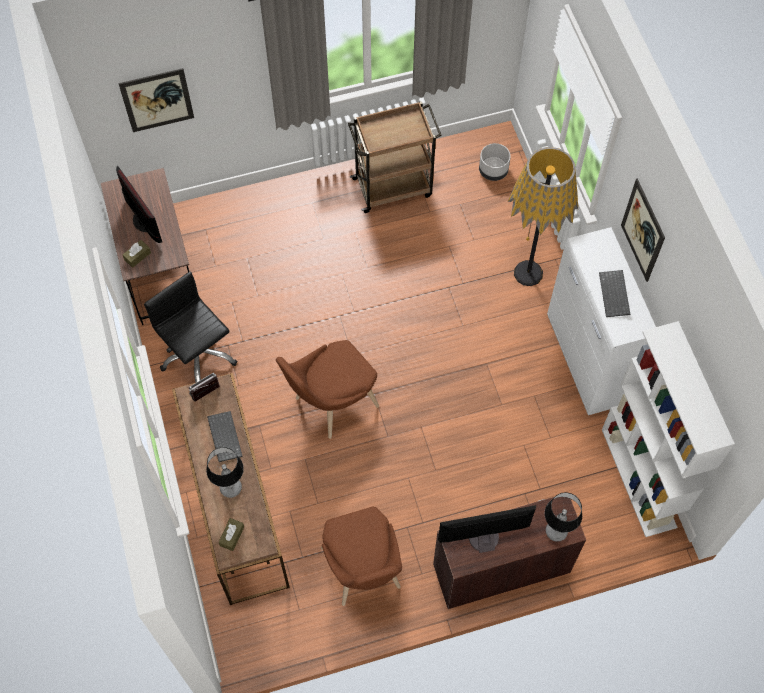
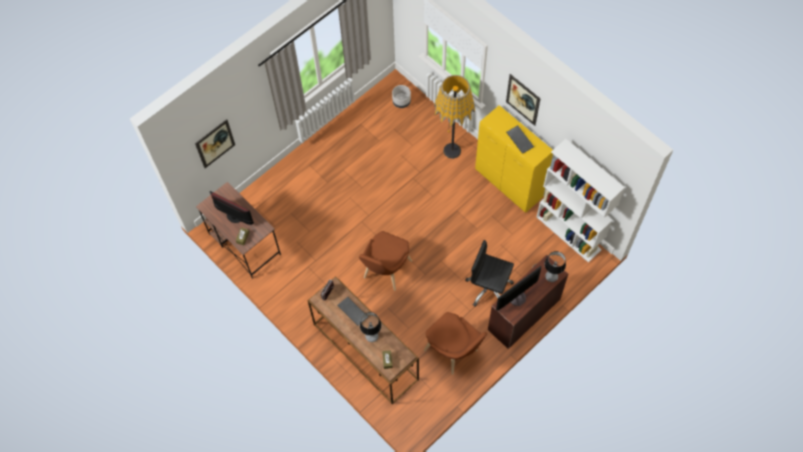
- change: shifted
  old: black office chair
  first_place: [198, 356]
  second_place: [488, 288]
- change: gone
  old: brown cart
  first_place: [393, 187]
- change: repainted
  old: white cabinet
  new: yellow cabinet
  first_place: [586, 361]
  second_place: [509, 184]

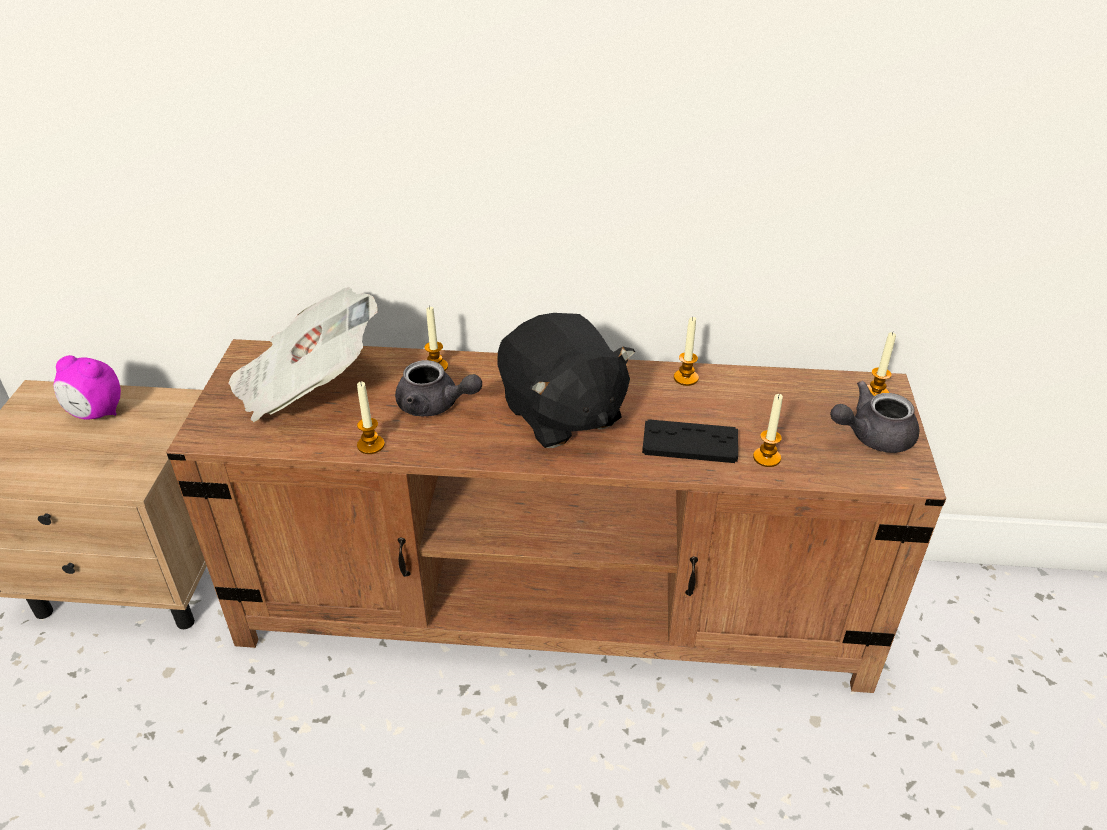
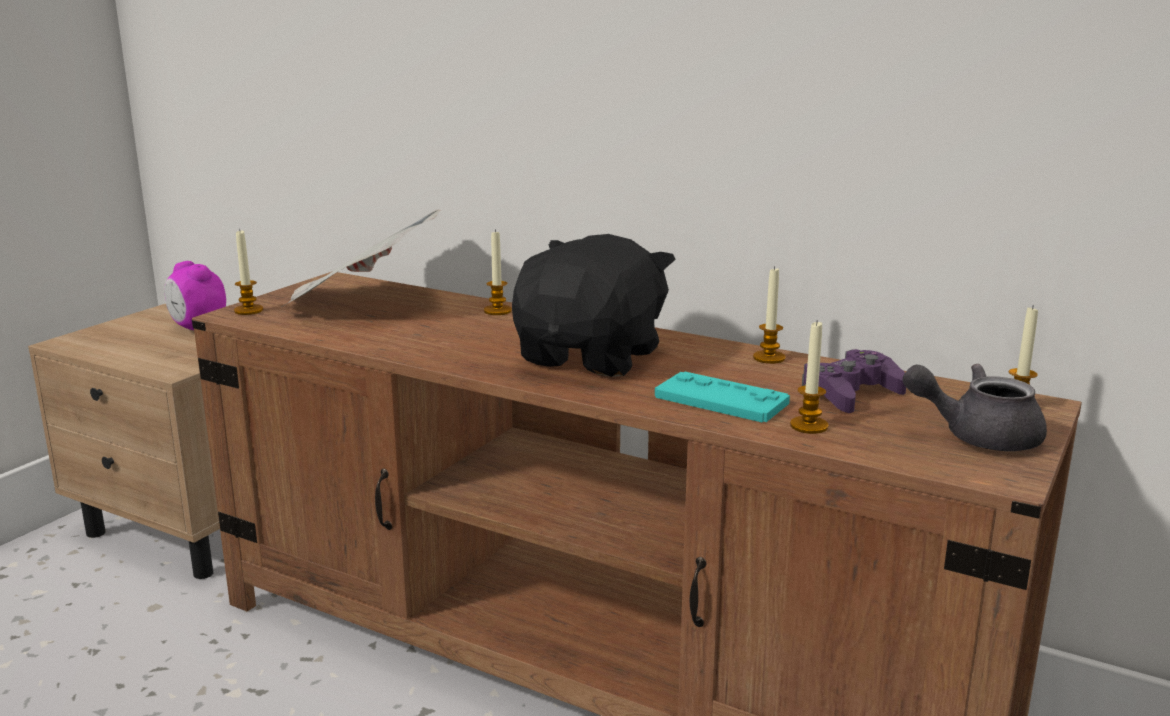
- change: shifted
  old: candle
  first_place: [371, 445]
  second_place: [248, 310]
- change: gone
  old: grey teapot
  first_place: [435, 405]
- change: rotated
  old: black plush toy
  first_place: [561, 414]
  second_place: [592, 357]
  degrees: -150
- change: repainted
  old: black game controller
  new: turquoise game controller
  first_place: [690, 443]
  second_place: [721, 399]
- change: new
  new: purple game controller
  second_place: [851, 393]

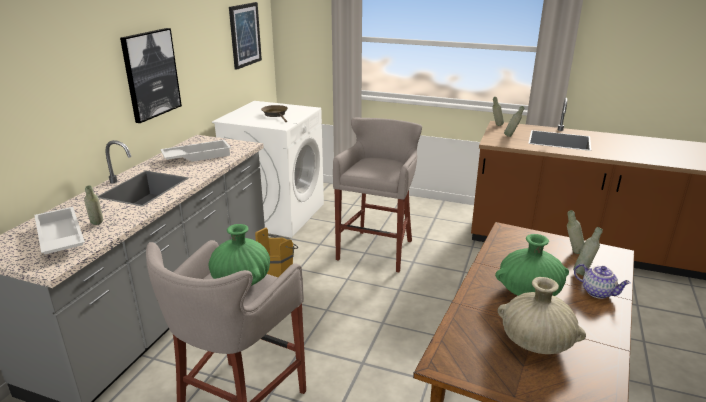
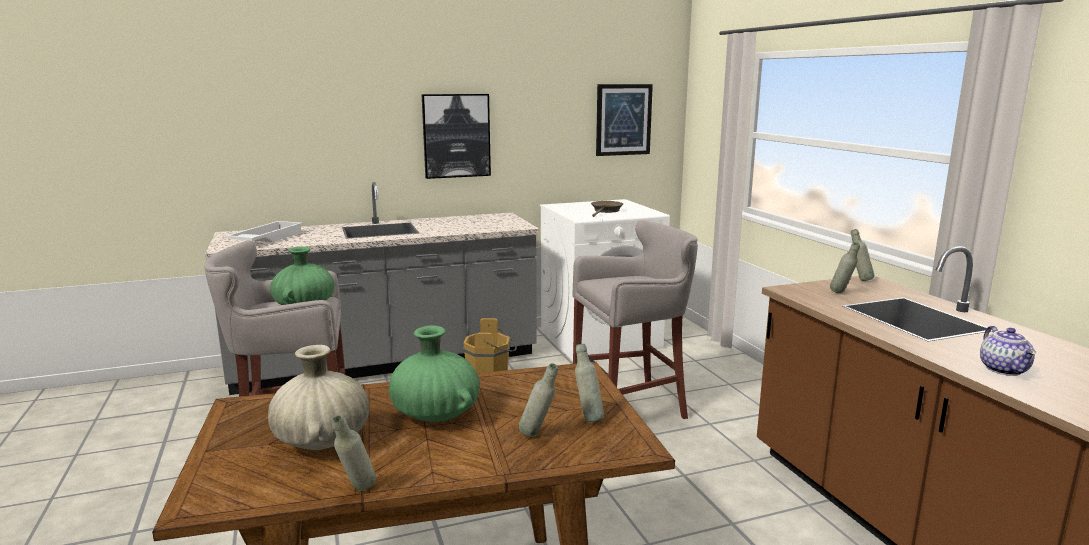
- change: shifted
  old: grey bottle
  first_place: [97, 225]
  second_place: [357, 492]
- change: gone
  old: white tray
  first_place: [197, 156]
- change: shifted
  old: teapot
  first_place: [598, 292]
  second_place: [1005, 370]

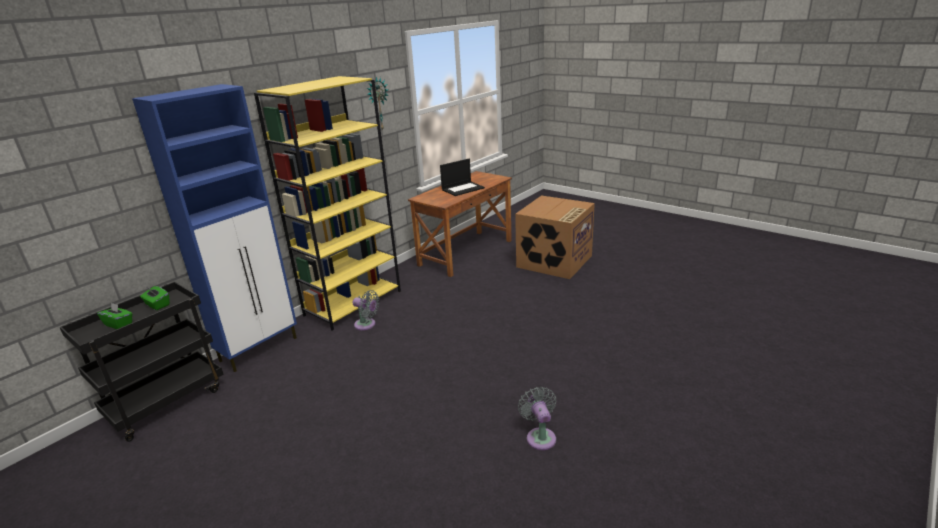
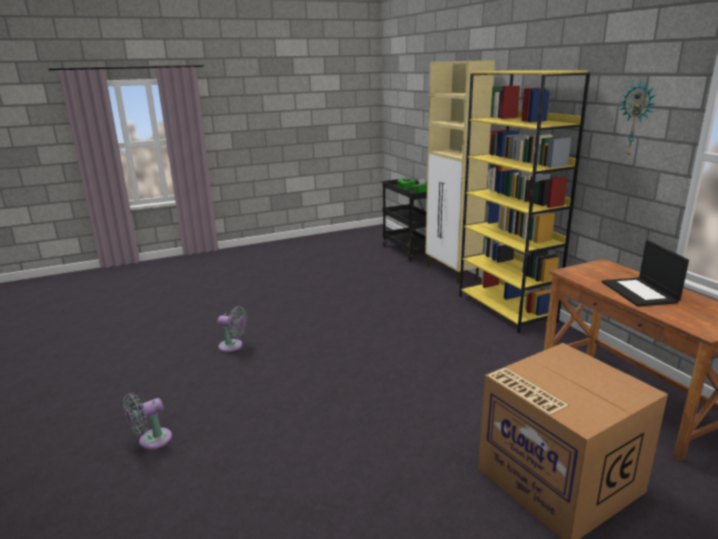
- change: repainted
  old: blue cabinet
  new: beige cabinet
  first_place: [260, 349]
  second_place: [452, 272]
- change: shifted
  old: grey fan
  first_place: [367, 325]
  second_place: [151, 440]

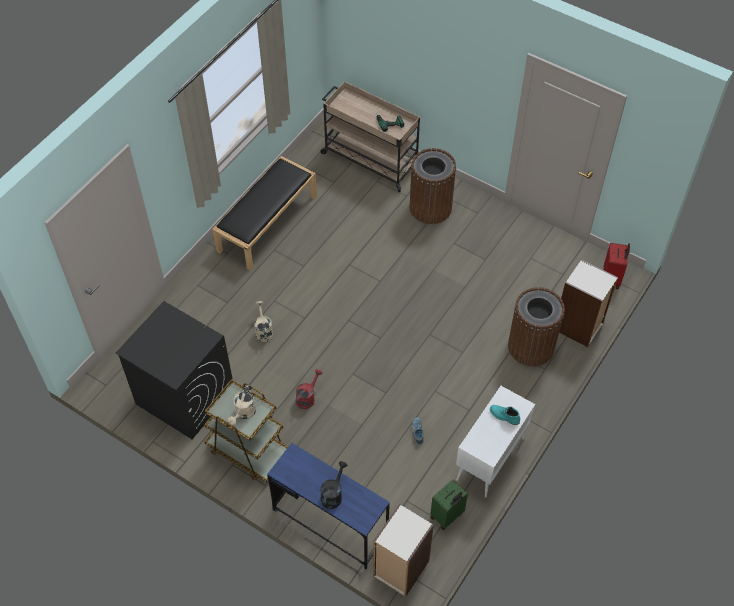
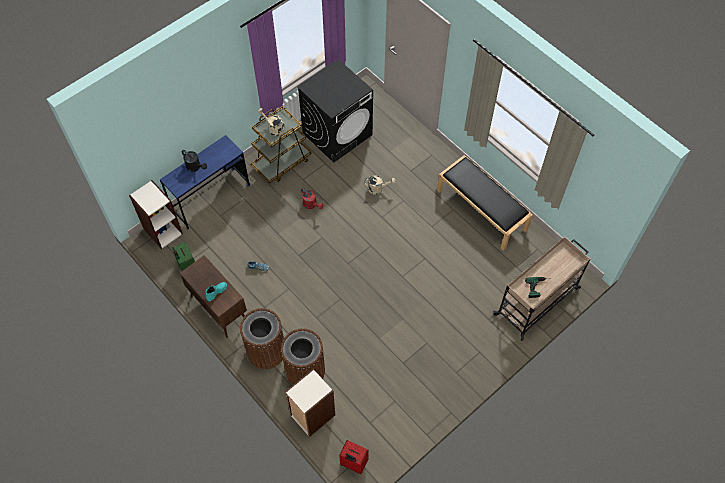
- change: shifted
  old: brown trash can
  first_place: [430, 207]
  second_place: [266, 350]
- change: repainted
  old: white cabinet
  new: brown cabinet
  first_place: [490, 459]
  second_place: [218, 309]

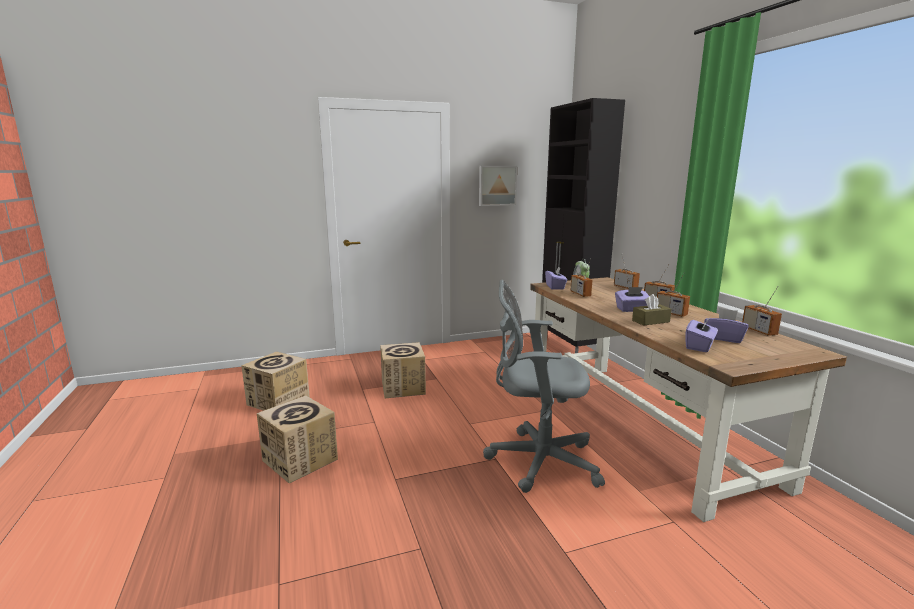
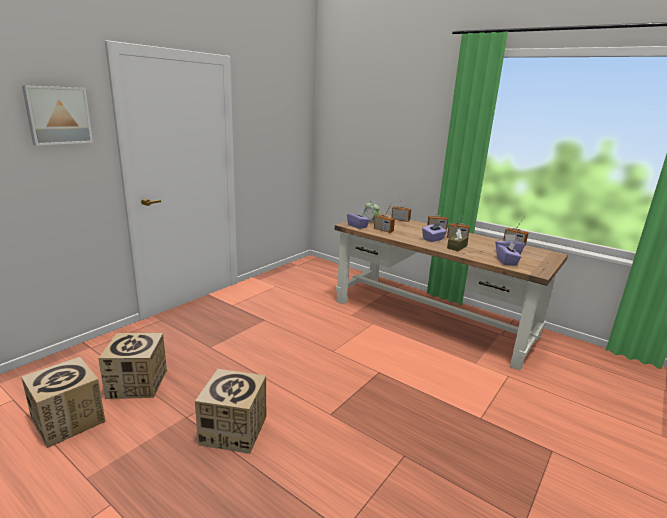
- change: shifted
  old: cardboard box
  first_place: [403, 387]
  second_place: [68, 420]
- change: shifted
  old: picture
  first_place: [497, 185]
  second_place: [58, 115]
- change: gone
  old: grey office chair
  first_place: [537, 460]
- change: gone
  old: black cabinet
  first_place: [569, 348]

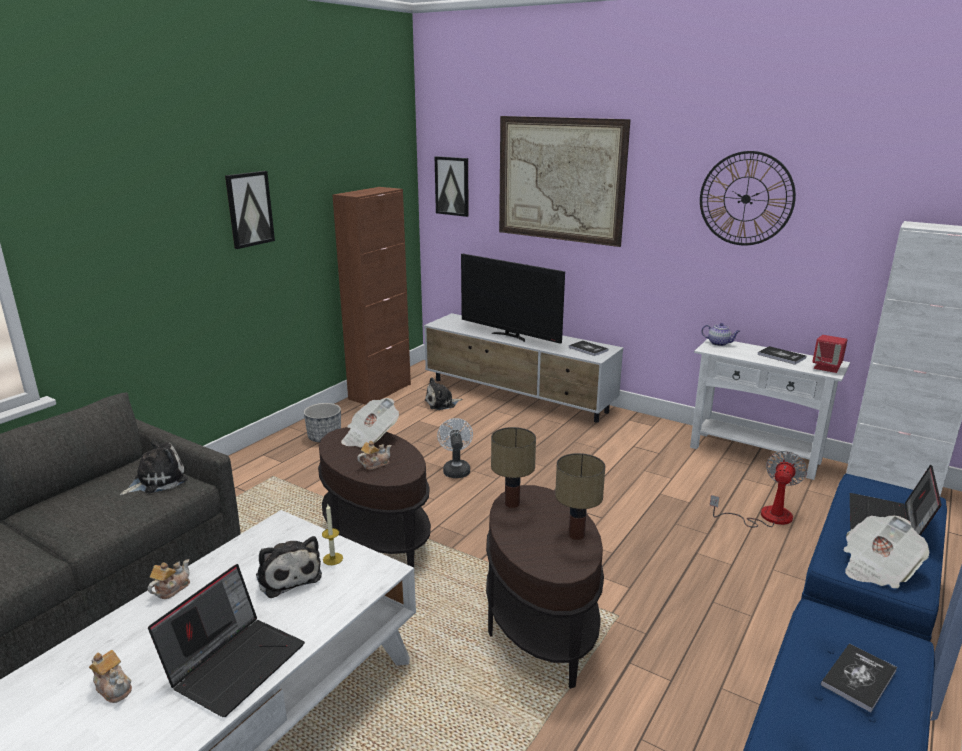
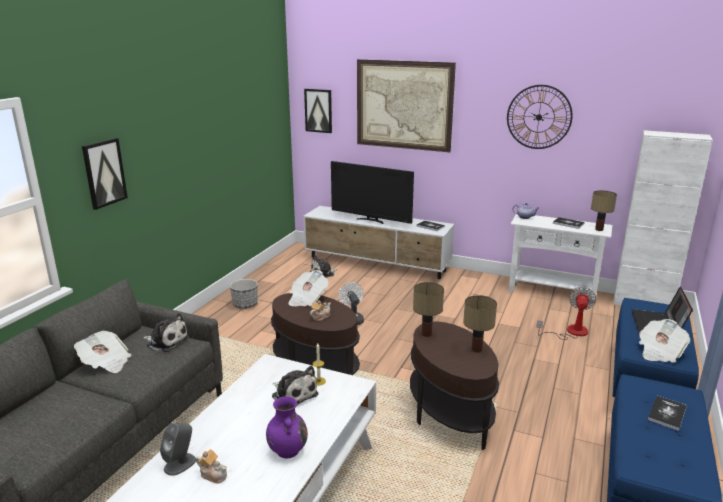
- change: rotated
  old: plush toy
  first_place: [157, 480]
  second_place: [166, 341]
  degrees: 75
- change: gone
  old: teapot
  first_place: [171, 589]
- change: swapped
  old: laptop
  new: purple vase
  first_place: [235, 662]
  second_place: [287, 450]
- change: shifted
  old: picture
  first_place: [249, 209]
  second_place: [104, 173]
- change: gone
  old: brown cabinet
  first_place: [380, 392]
- change: swapped
  old: red speaker
  new: table lamp
  first_place: [827, 367]
  second_place: [599, 229]
- change: new
  new: newspaper
  second_place: [105, 363]
- change: new
  new: grey speaker
  second_place: [180, 464]

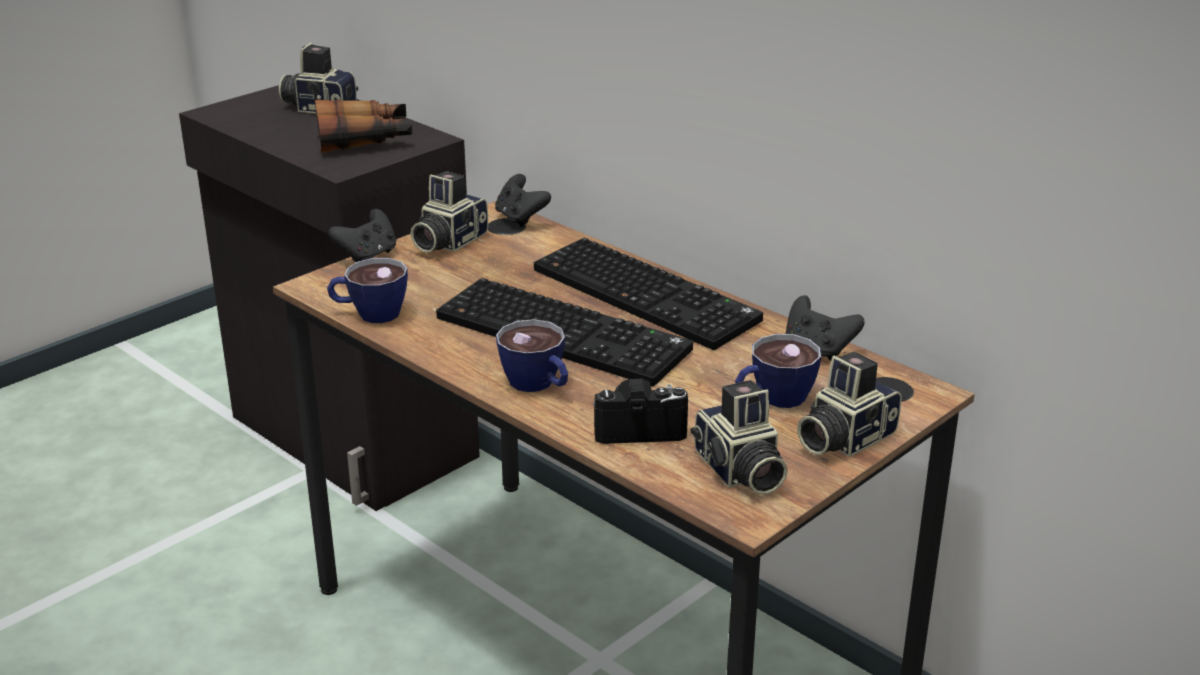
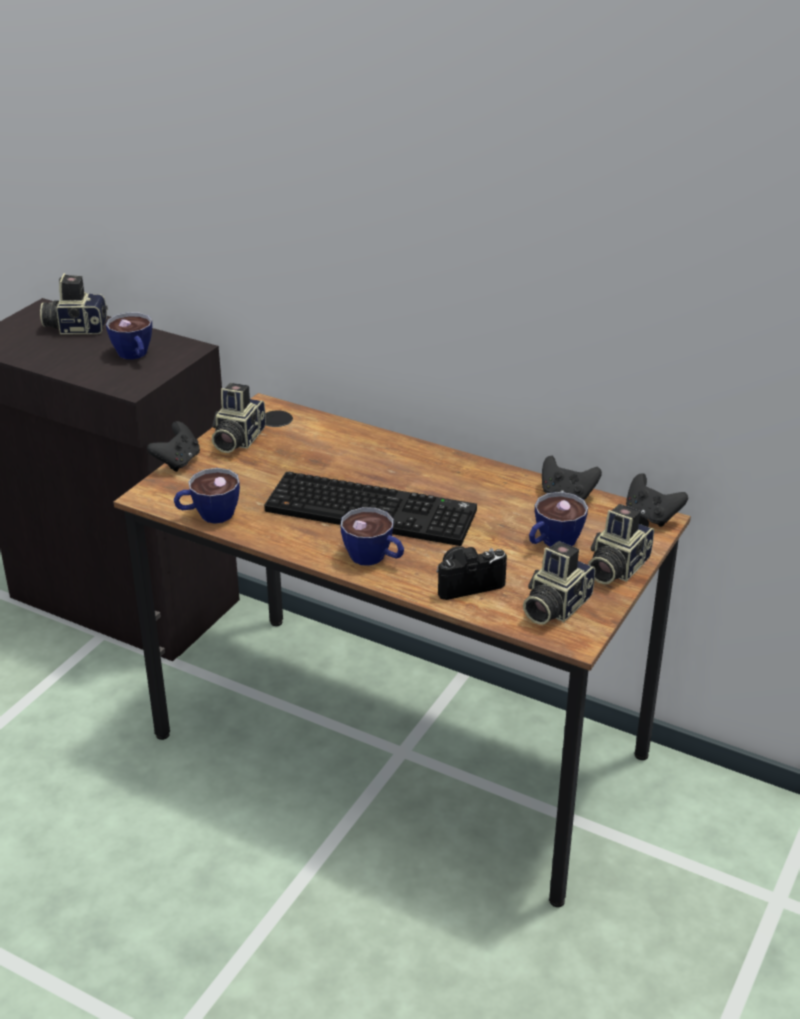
- change: swapped
  old: binoculars
  new: cup
  first_place: [365, 139]
  second_place: [135, 356]
- change: shifted
  old: black game controller
  first_place: [520, 219]
  second_place: [651, 516]
- change: gone
  old: keyboard
  first_place: [649, 295]
- change: rotated
  old: photo camera
  first_place: [738, 472]
  second_place: [554, 606]
  degrees: 75

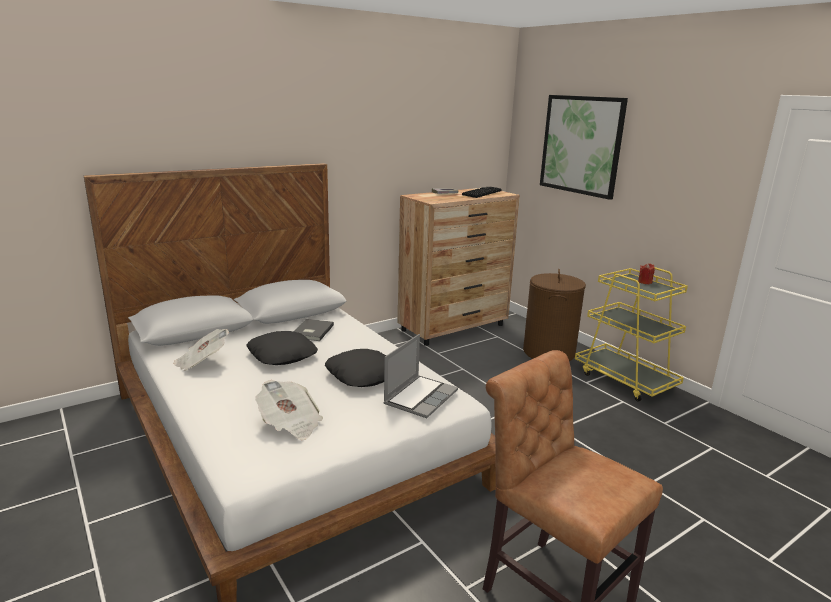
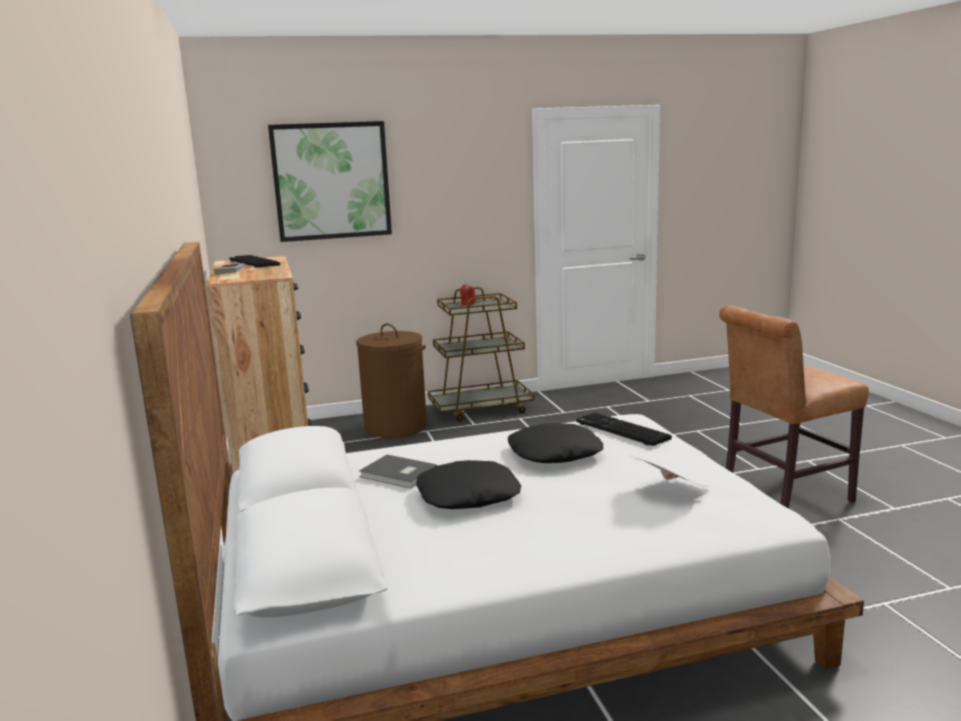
- change: gone
  old: newspaper
  first_place: [202, 362]
- change: swapped
  old: laptop
  new: keyboard
  first_place: [420, 397]
  second_place: [620, 431]
- change: repainted
  old: yellow cart
  new: brown cart
  first_place: [625, 380]
  second_place: [481, 409]

